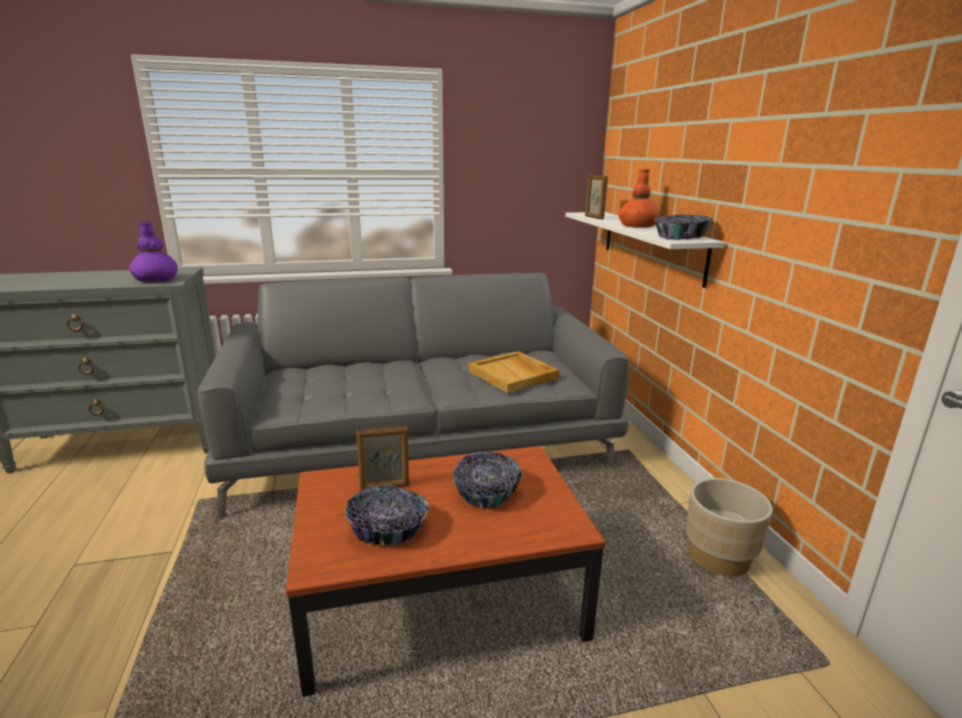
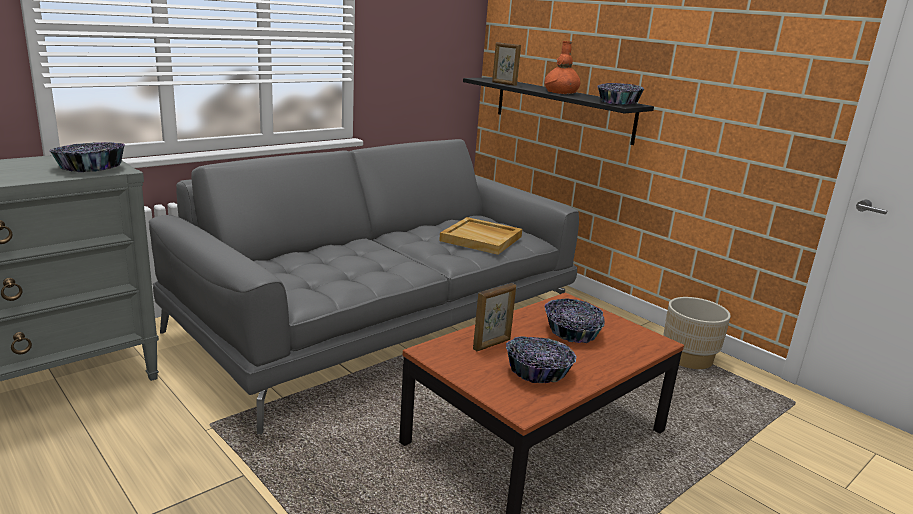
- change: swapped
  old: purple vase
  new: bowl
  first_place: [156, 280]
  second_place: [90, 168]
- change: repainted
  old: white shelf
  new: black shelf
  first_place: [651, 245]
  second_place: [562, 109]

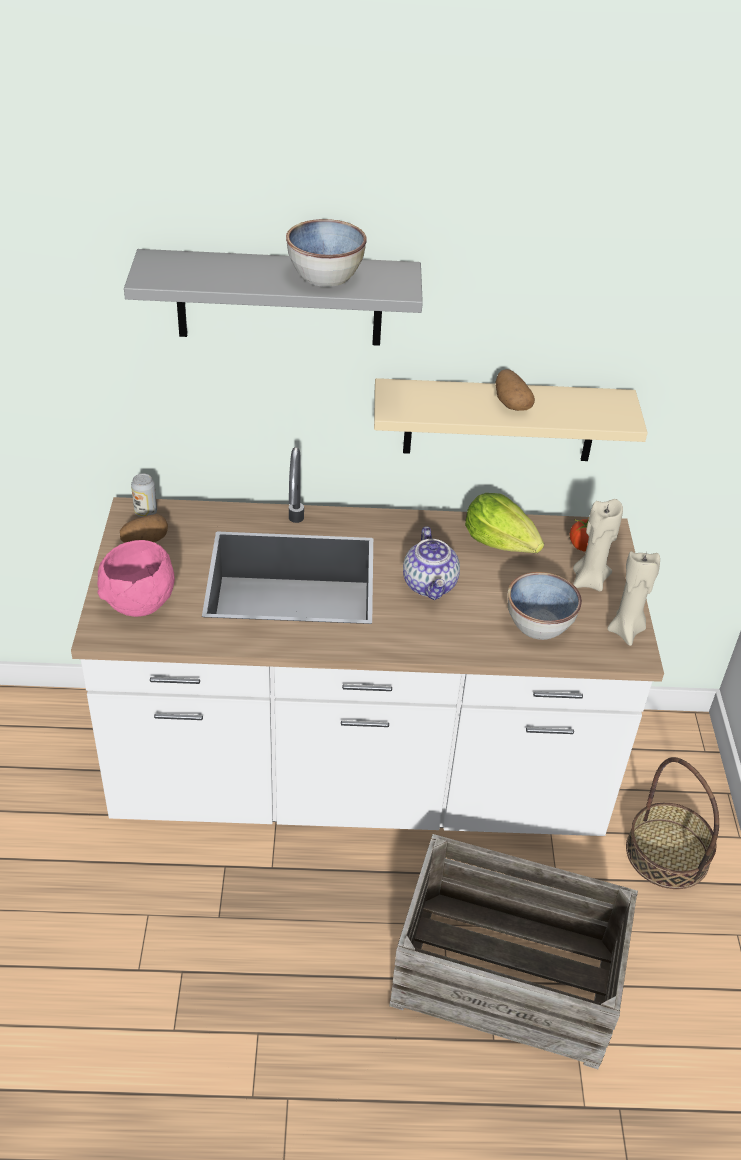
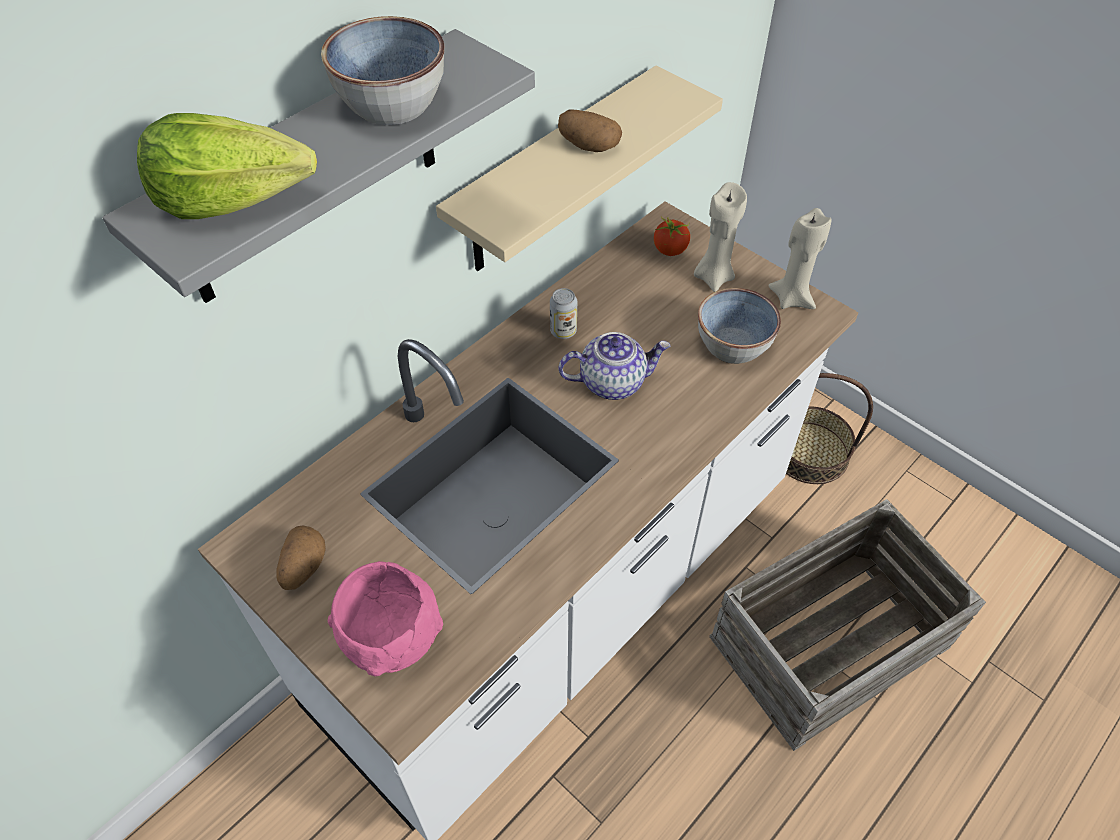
- change: shifted
  old: can
  first_place: [145, 512]
  second_place: [563, 331]
- change: rotated
  old: teapot
  first_place: [430, 585]
  second_place: [612, 381]
  degrees: -45
- change: shifted
  old: lettuce
  first_place: [501, 542]
  second_place: [234, 198]

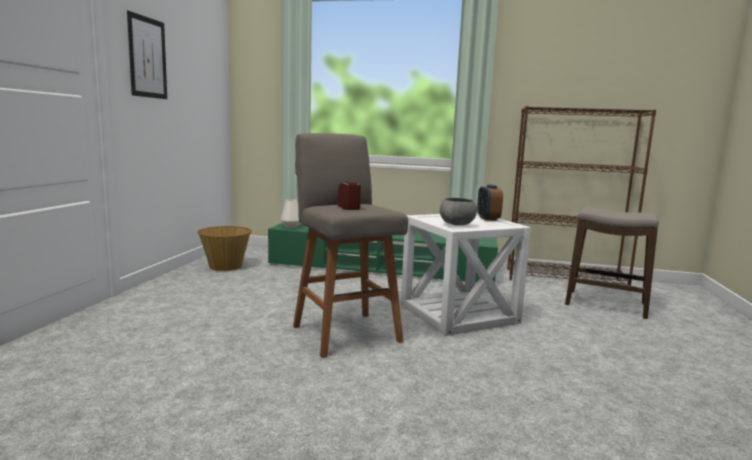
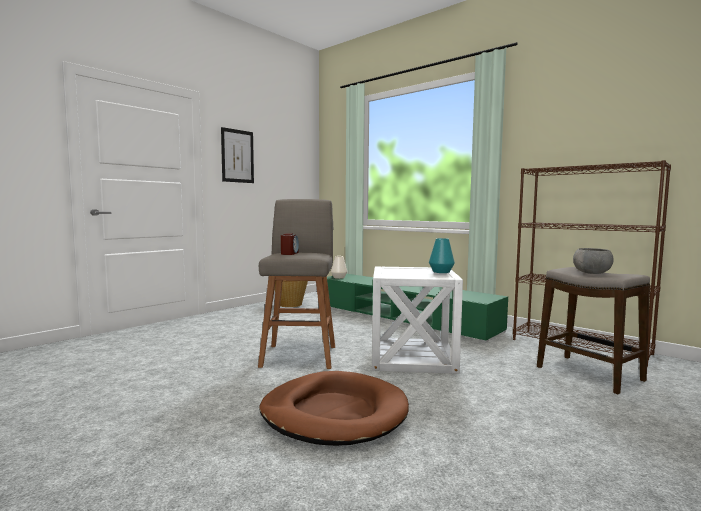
- change: shifted
  old: grey bowl
  first_place: [456, 224]
  second_place: [591, 273]
- change: swapped
  old: alarm clock
  new: turquoise vase
  first_place: [488, 219]
  second_place: [441, 272]
- change: new
  new: brown dog bed
  second_place: [334, 413]

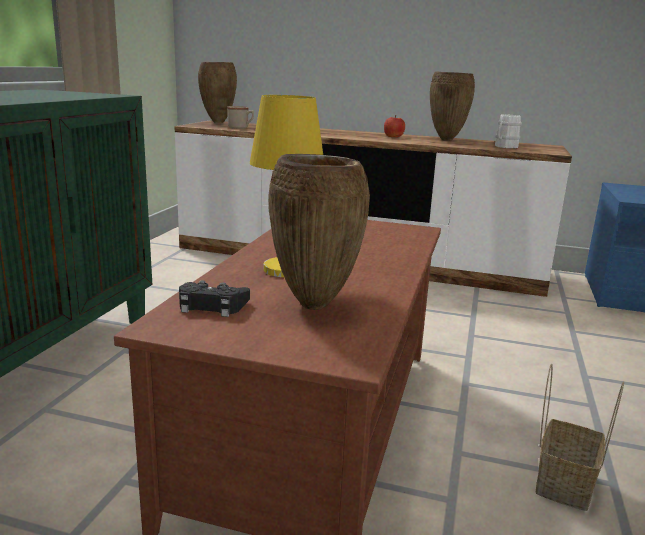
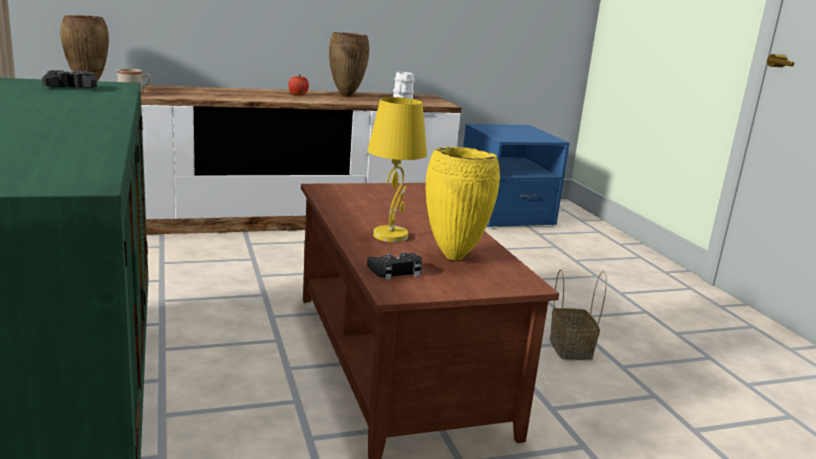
- change: repainted
  old: brown vase
  new: yellow vase
  first_place: [316, 305]
  second_place: [454, 257]
- change: new
  new: black game controller
  second_place: [71, 87]

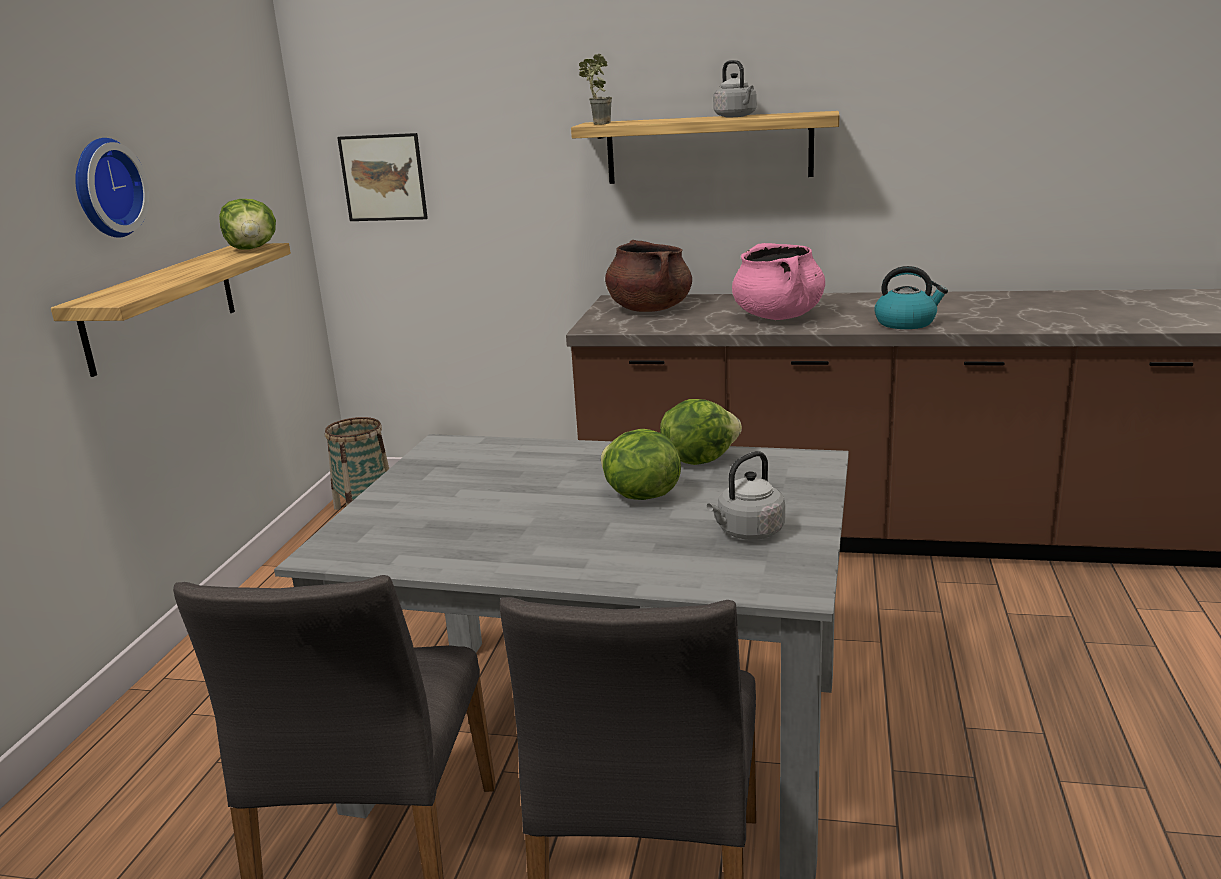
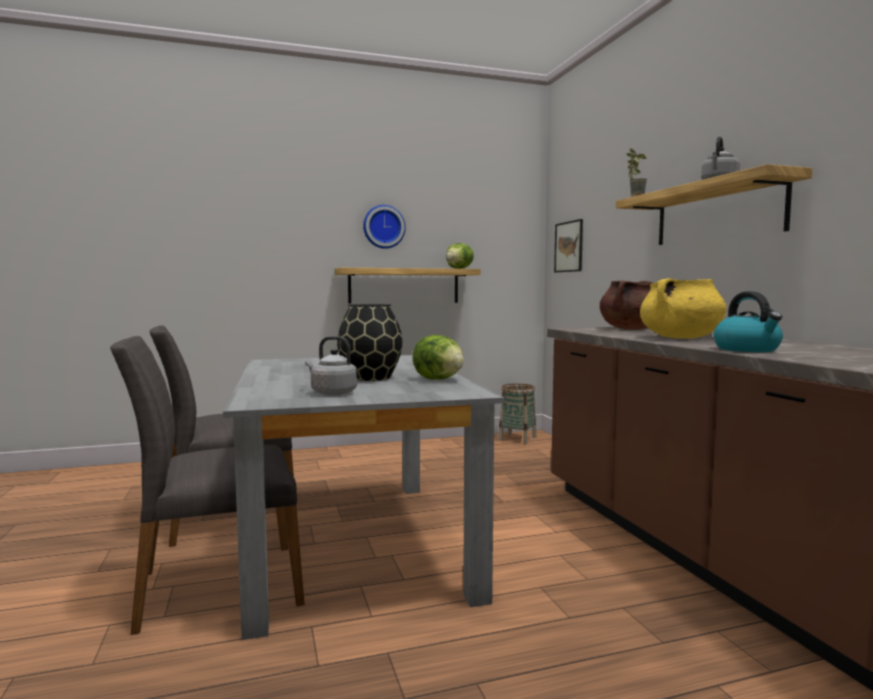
- change: swapped
  old: lettuce
  new: black vase
  first_place: [640, 496]
  second_place: [369, 378]
- change: repainted
  old: pink cooking pot
  new: yellow cooking pot
  first_place: [778, 317]
  second_place: [680, 338]

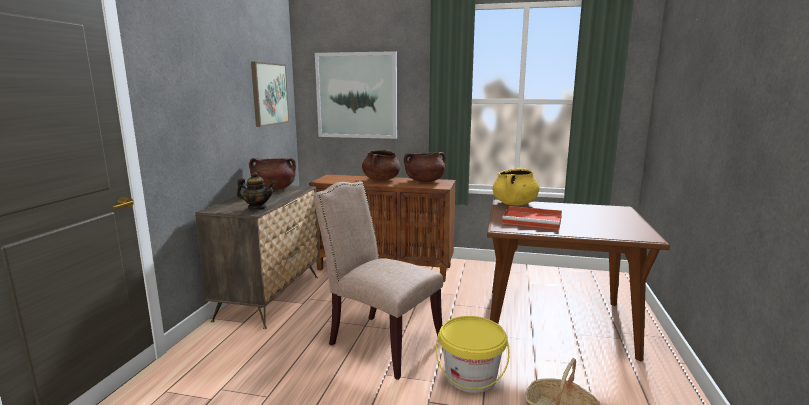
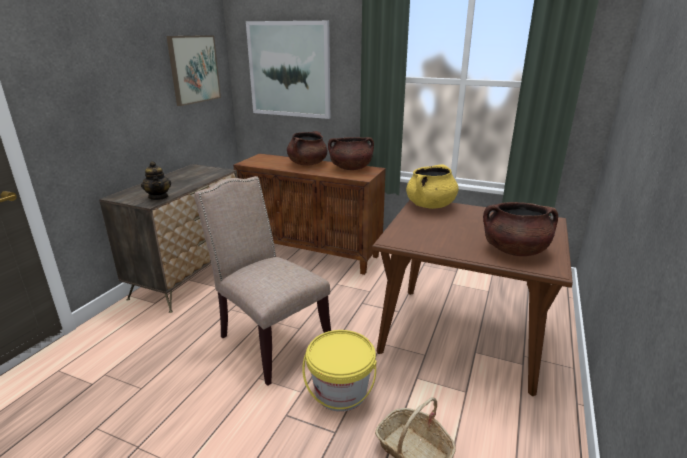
- change: rotated
  old: teapot
  first_place: [257, 208]
  second_place: [159, 197]
  degrees: 45
- change: shifted
  old: brown cooking pot
  first_place: [274, 188]
  second_place: [514, 250]
- change: gone
  old: red tray
  first_place: [533, 220]

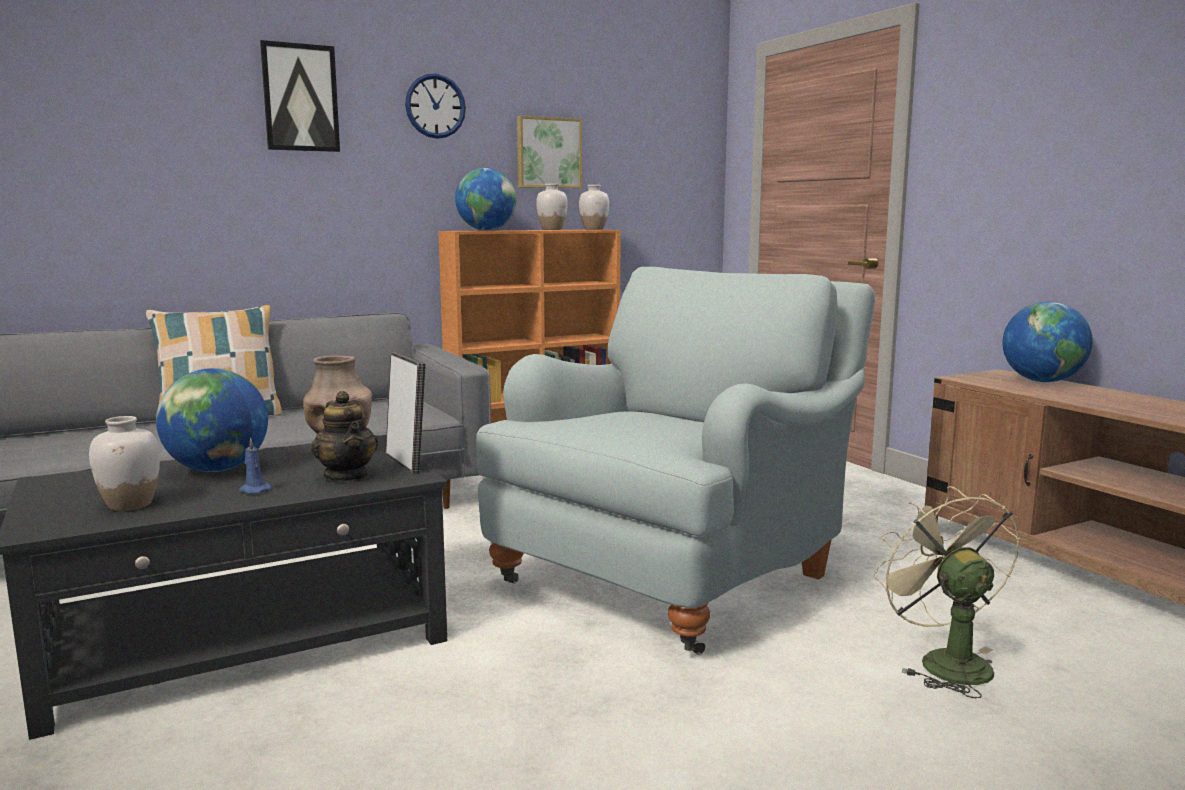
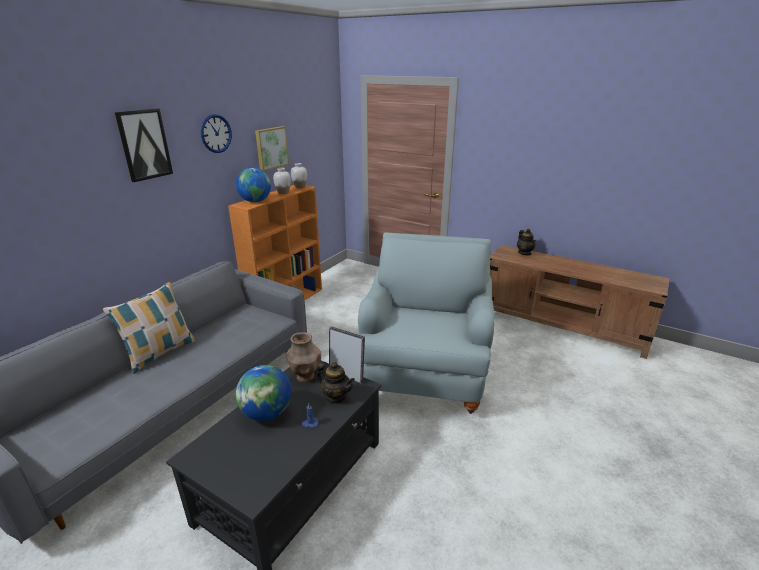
- change: gone
  old: white vase
  first_place: [131, 505]
- change: gone
  old: beige fan
  first_place: [943, 661]
- change: swapped
  old: globe
  new: teapot
  first_place: [1042, 381]
  second_place: [524, 253]

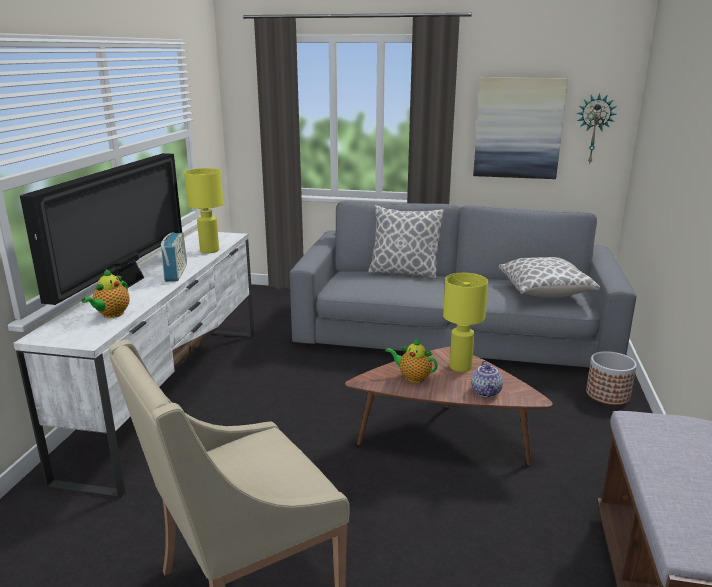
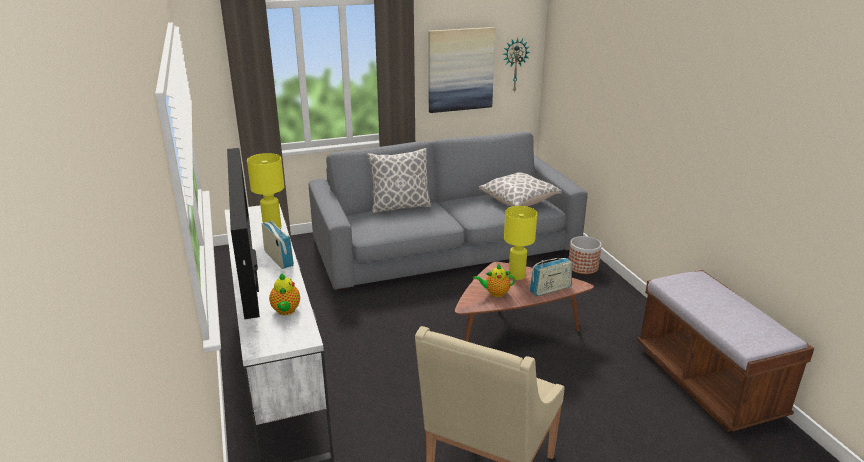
- change: swapped
  old: teapot
  new: radio
  first_place: [486, 392]
  second_place: [550, 289]

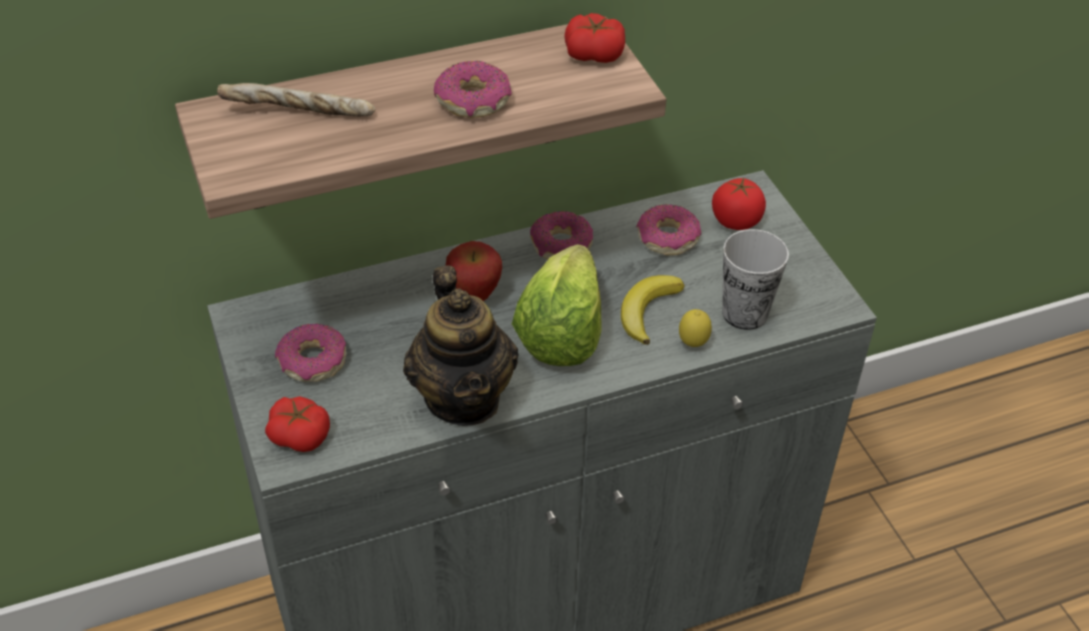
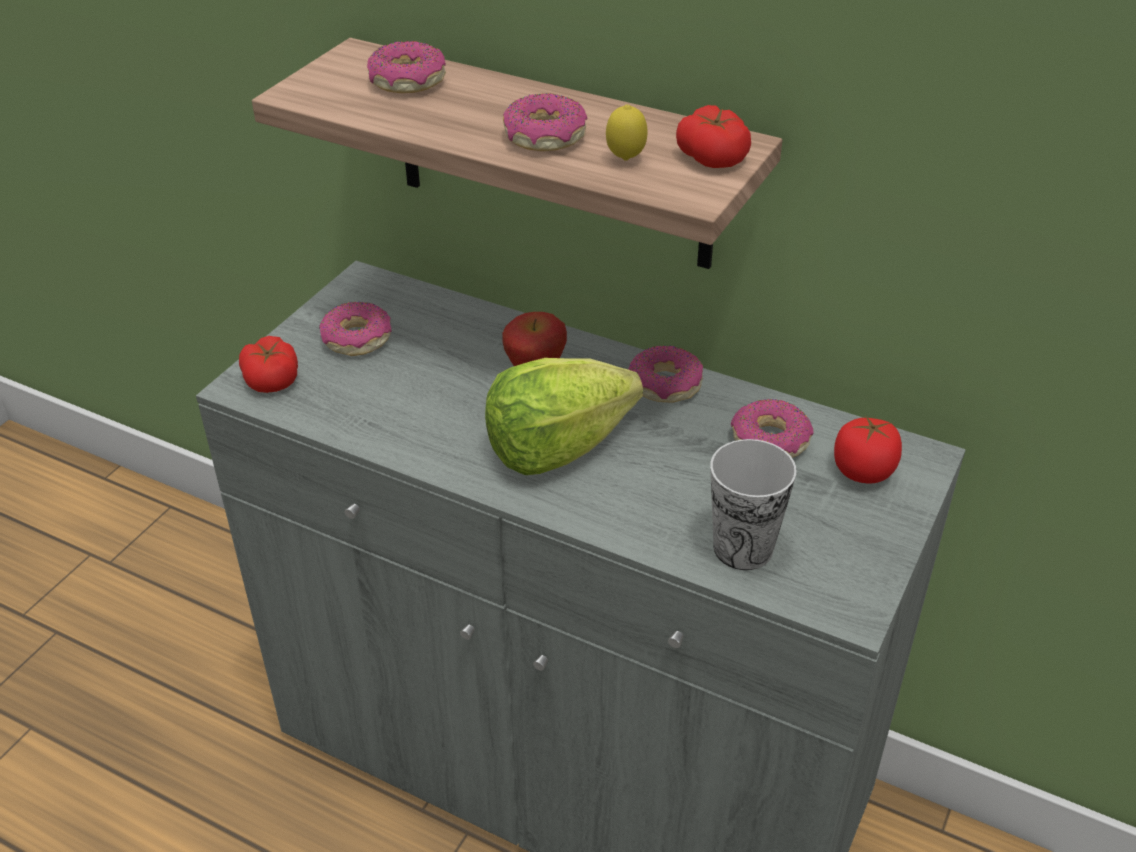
- change: swapped
  old: bread
  new: donut
  first_place: [298, 114]
  second_place: [407, 82]
- change: gone
  old: teapot
  first_place: [463, 397]
- change: gone
  old: banana
  first_place: [647, 311]
- change: shifted
  old: lemon
  first_place: [692, 344]
  second_place: [625, 160]

